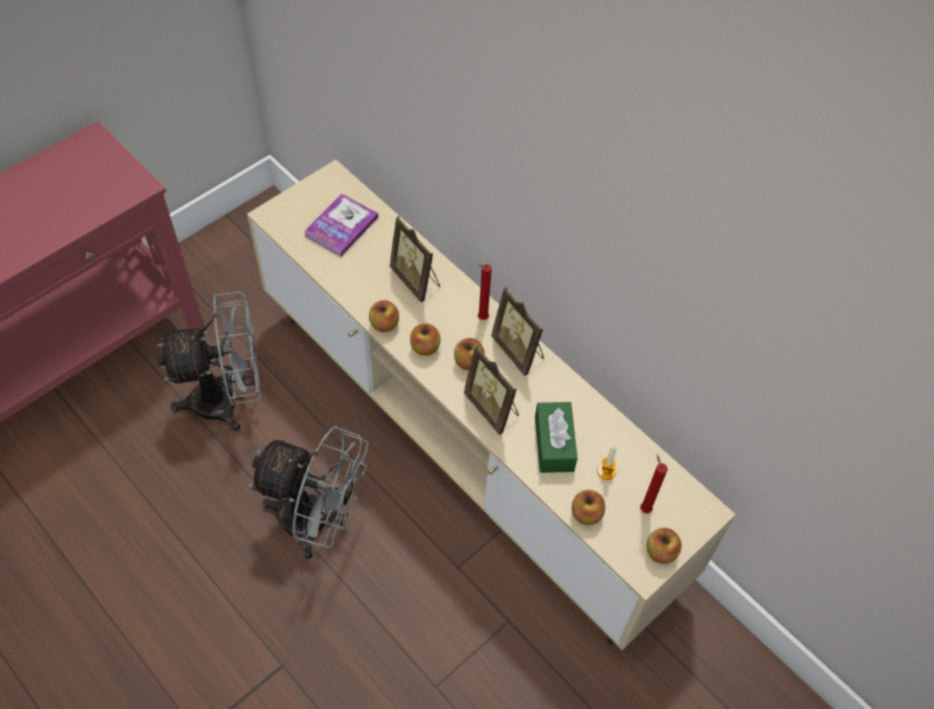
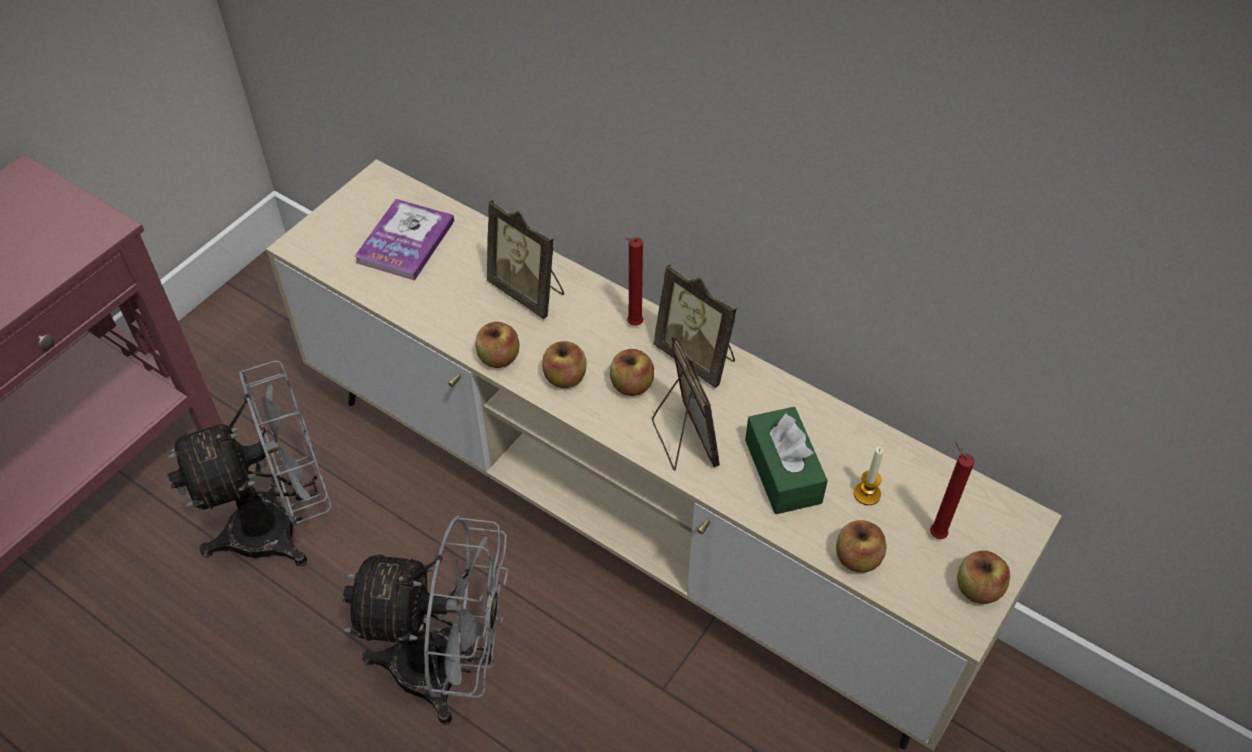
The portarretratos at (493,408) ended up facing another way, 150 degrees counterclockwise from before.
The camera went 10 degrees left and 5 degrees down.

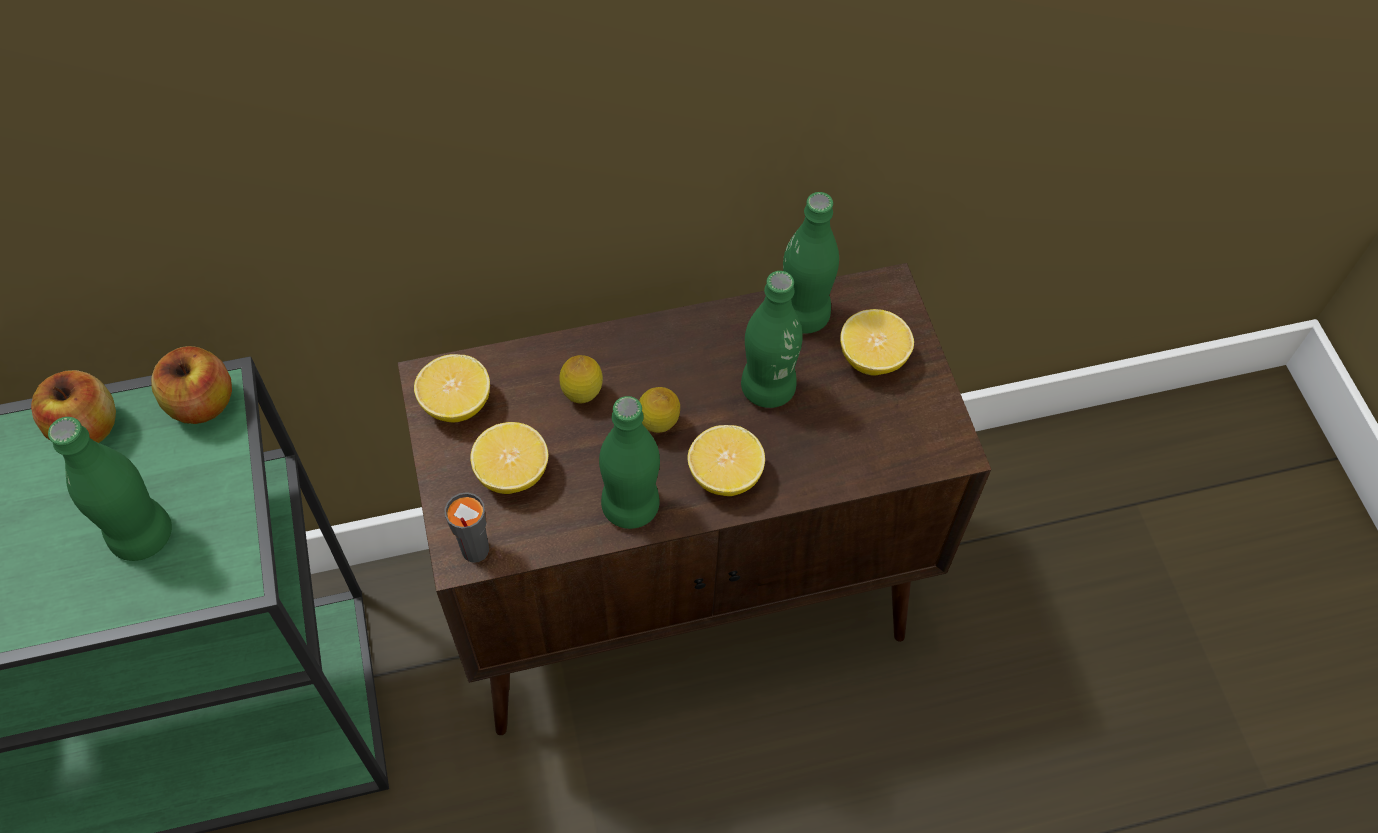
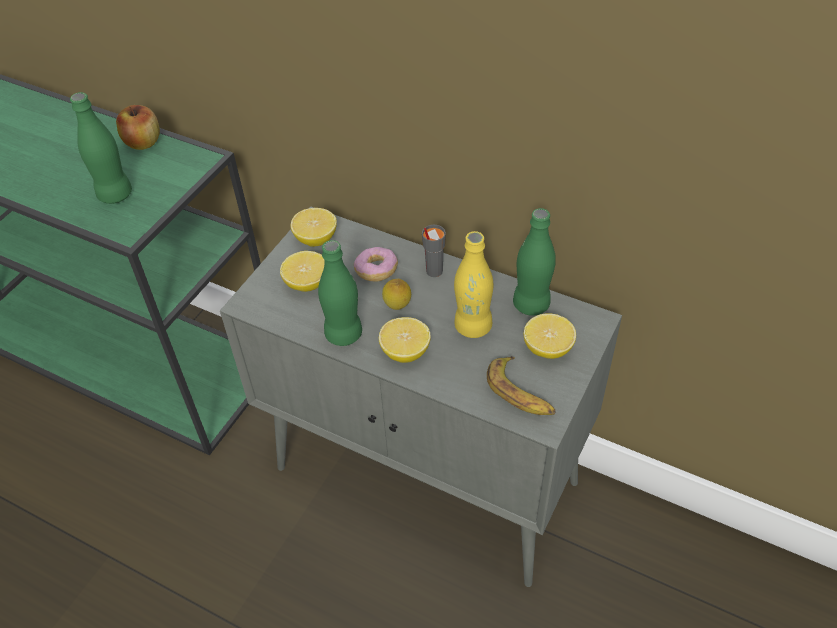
What was the armario (marrón) at (687,602) turned into the armario (gris) at (429,477).
Where the limón stood at (582,395), the rosquilla came to stand at (376,271).
The taza (gris) ended up elsewhere, having gone from (475,551) to (433,271).
What was the botella (verde) at (767,388) turned into the botella (amarillo) at (473,326).
The second view gained the plátano at (520,393).
The second view lost the manzana at (202,403).
The camera went 45 degrees right and 10 degrees down.

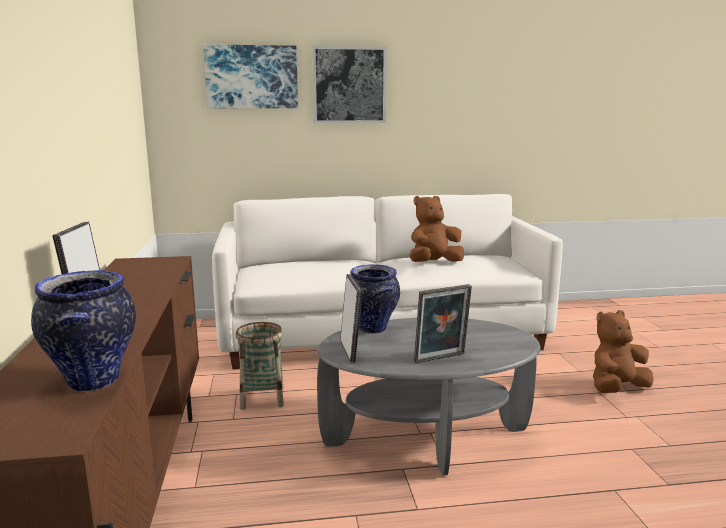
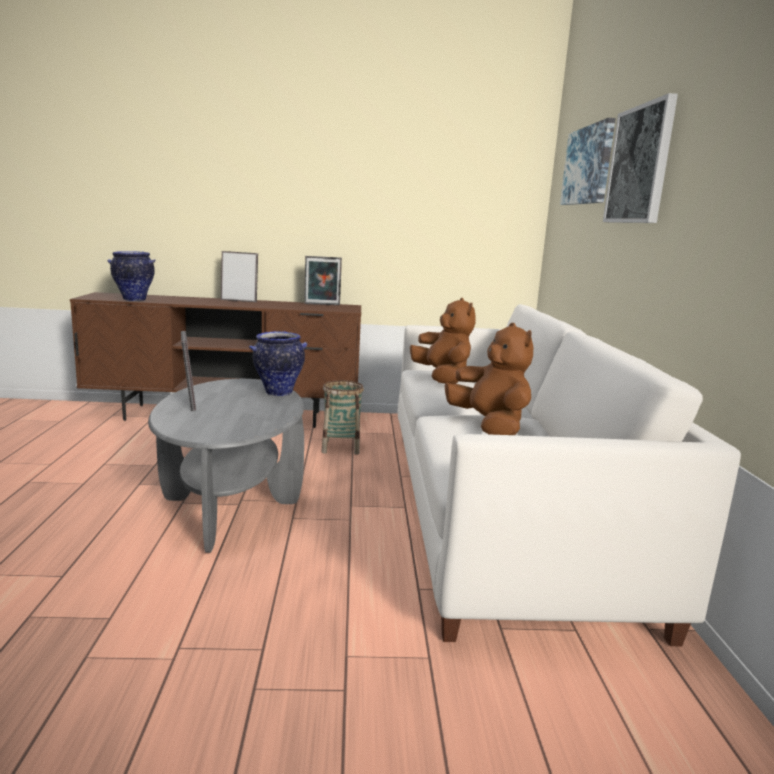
The portarretratos ended up elsewhere, having gone from (351,351) to (322,304).
The peluche (marrón) ended up elsewhere, having gone from (616,388) to (442,378).
The camera went 95 degrees right and 0 degrees up.

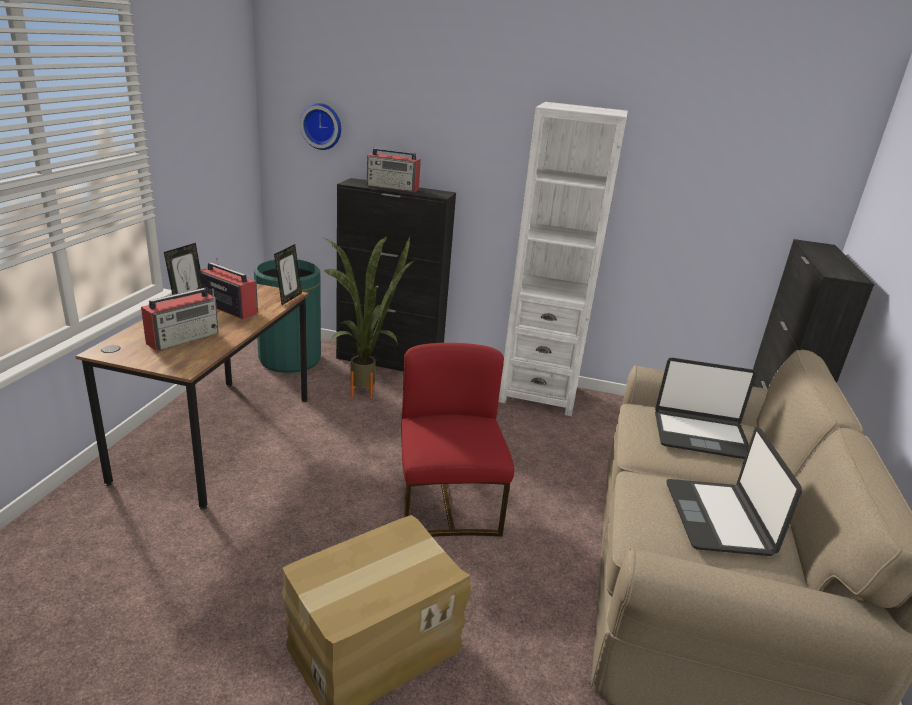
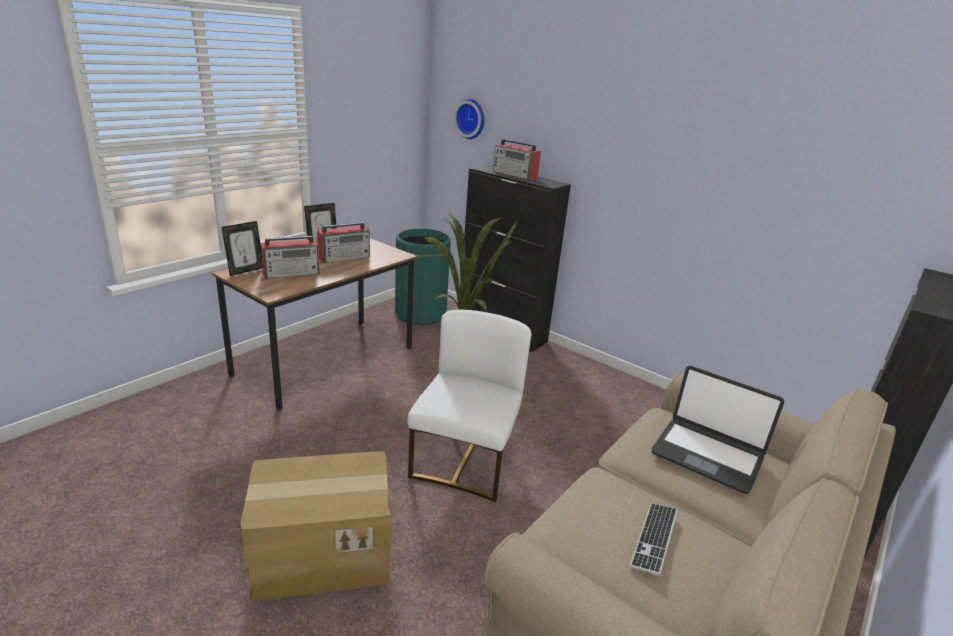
The portarretratos ended up elsewhere, having gone from (289,298) to (245,271).
The radio at (229,308) ended up facing another way, 90 degrees clockwise from before.
What was the silla (rojo) at (447,505) turned into the silla (blanco) at (465,461).
Where the portátil stood at (719,518), the teclado came to stand at (654,539).
The second view lost the estantería (blanco) at (538,394).
The camera went 25 degrees right and 0 degrees up.

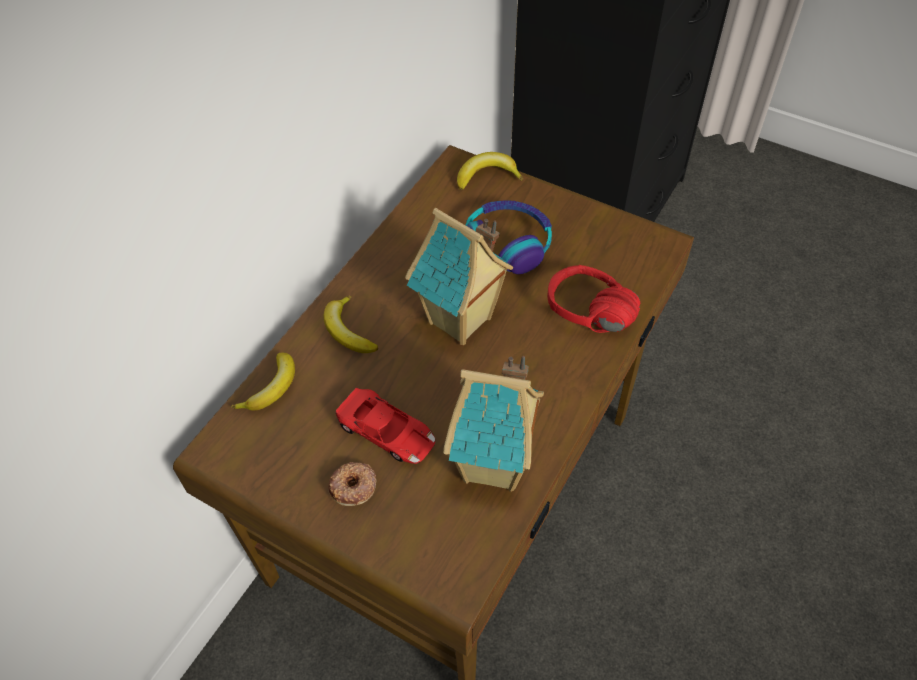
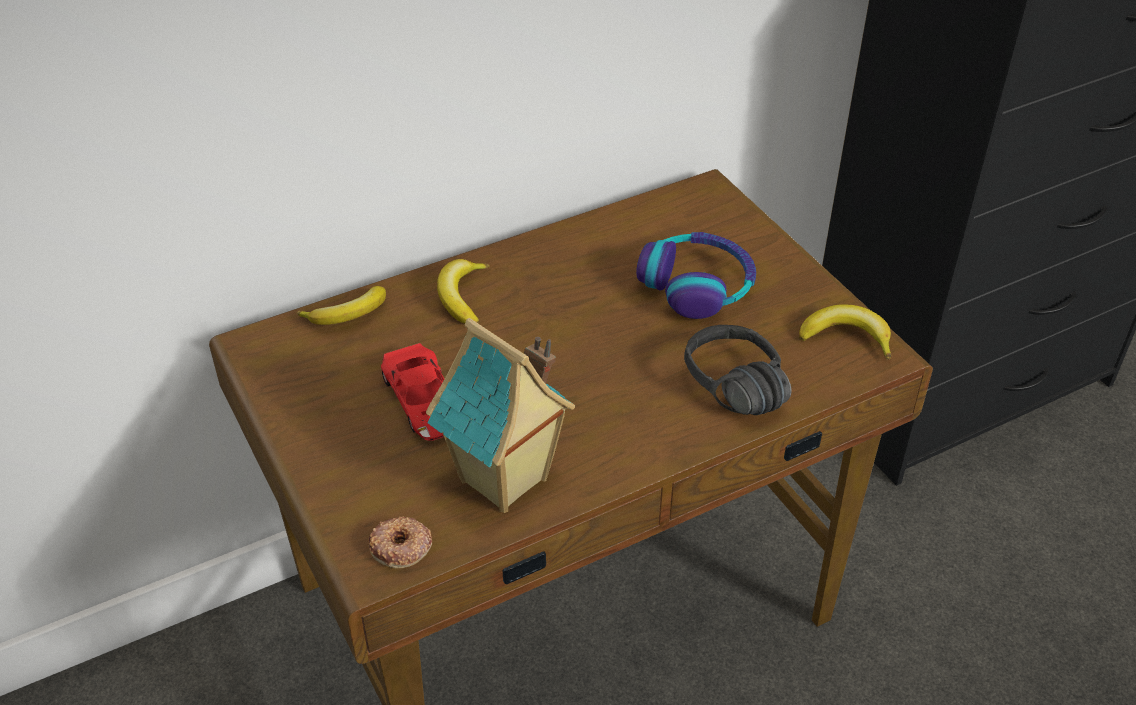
The rosquilla ended up elsewhere, having gone from (353,486) to (400,547).
What was the auriculares (rojo) at (584,321) turned into the auriculares (negro) at (721,393).
The plátano ended up elsewhere, having gone from (487,176) to (846,337).
The second view lost the casita at (461,322).
The camera went 30 degrees right and 10 degrees down.

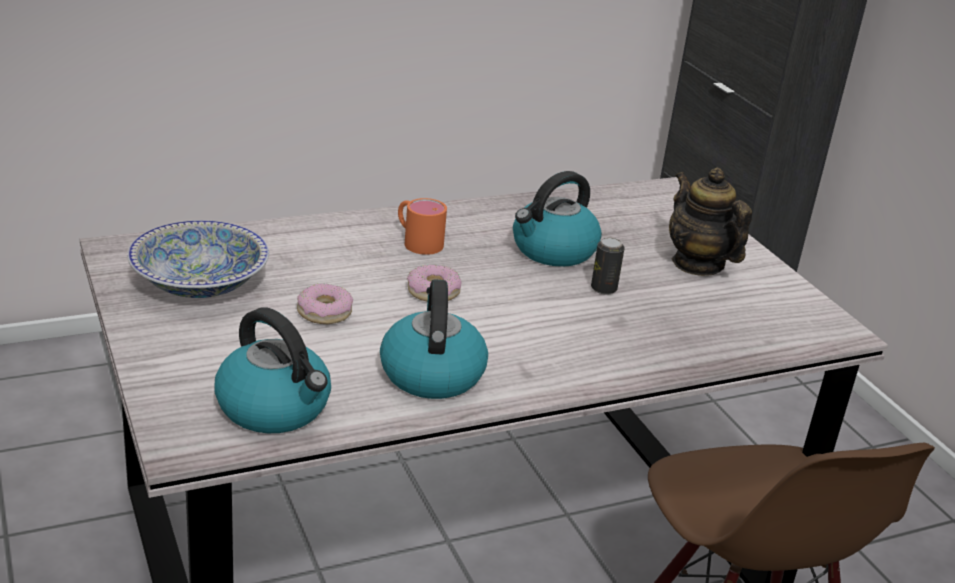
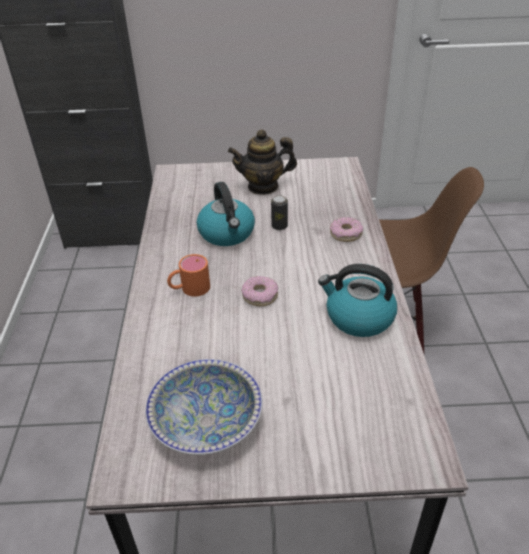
The rosquilla ended up elsewhere, having gone from (324,312) to (346,234).
The second view lost the hervidor at (275,408).
The camera went 65 degrees left and 10 degrees up.

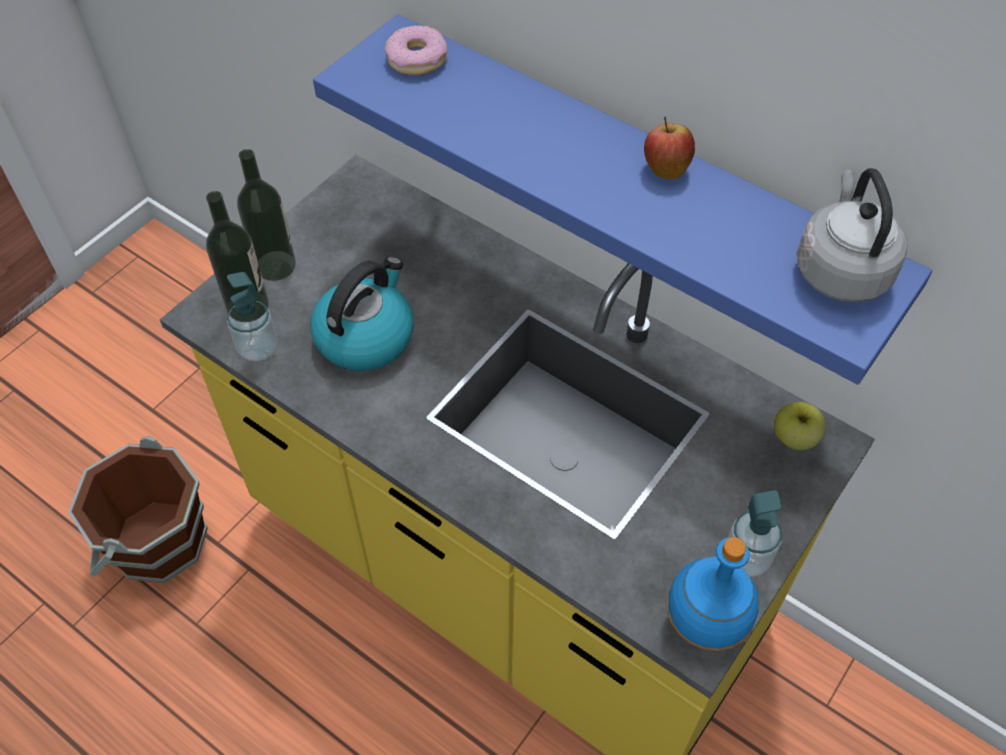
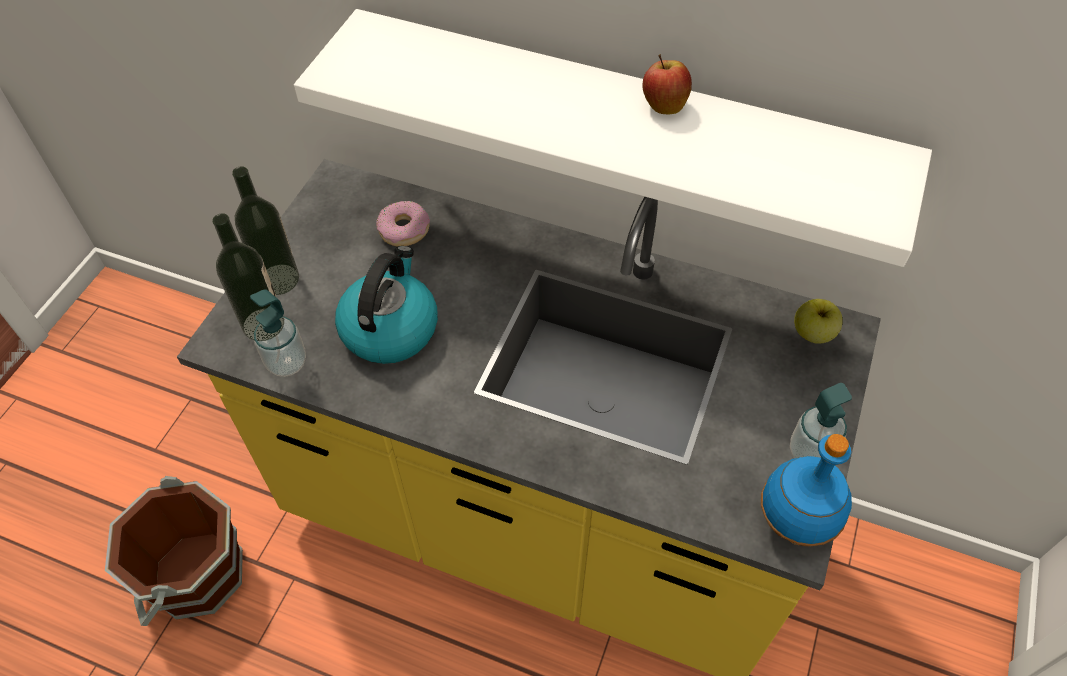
What was the estante (azul) at (631,176) turned into the estante (blanco) at (619,122).
The rosquilla ended up elsewhere, having gone from (417,59) to (404,229).
The second view lost the hervidor (gris) at (840,269).
The camera went 15 degrees left and 0 degrees up.

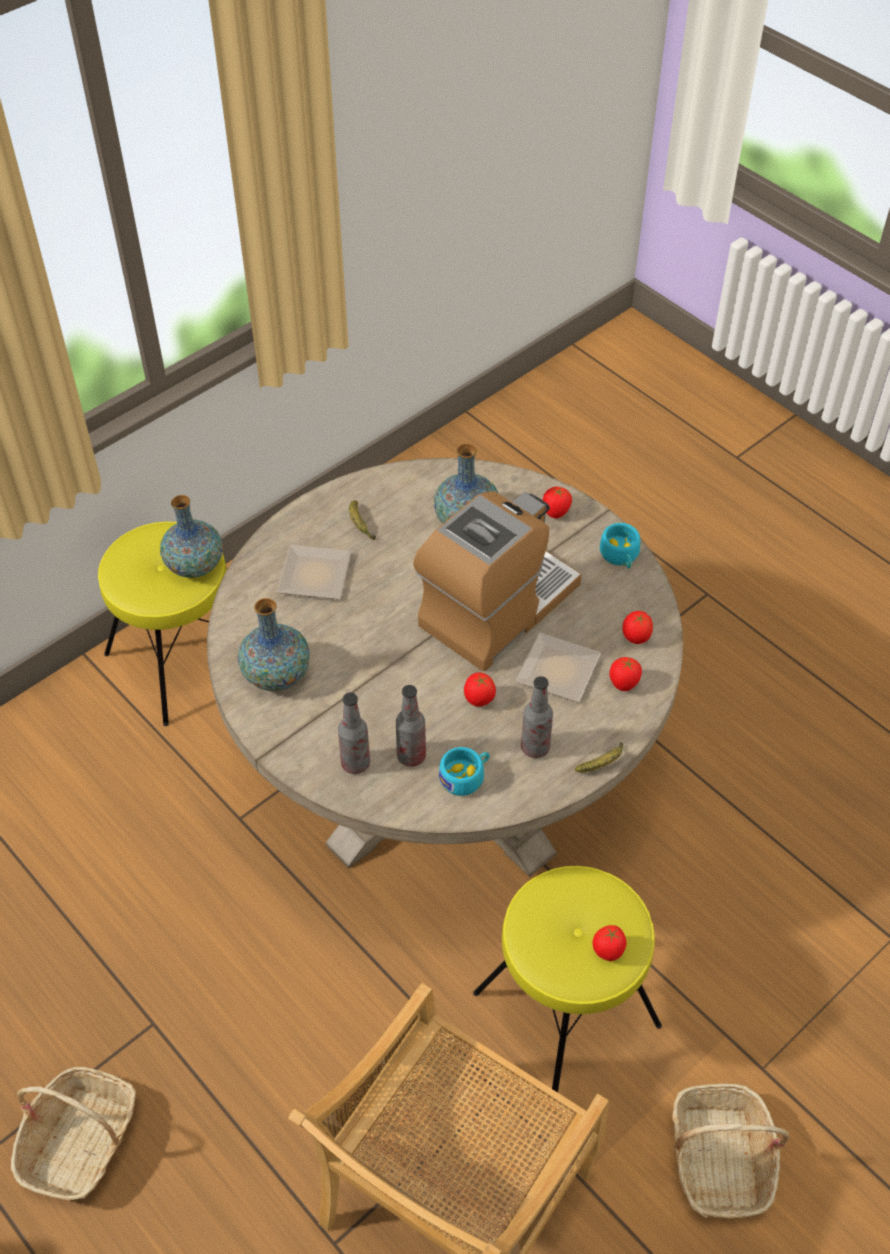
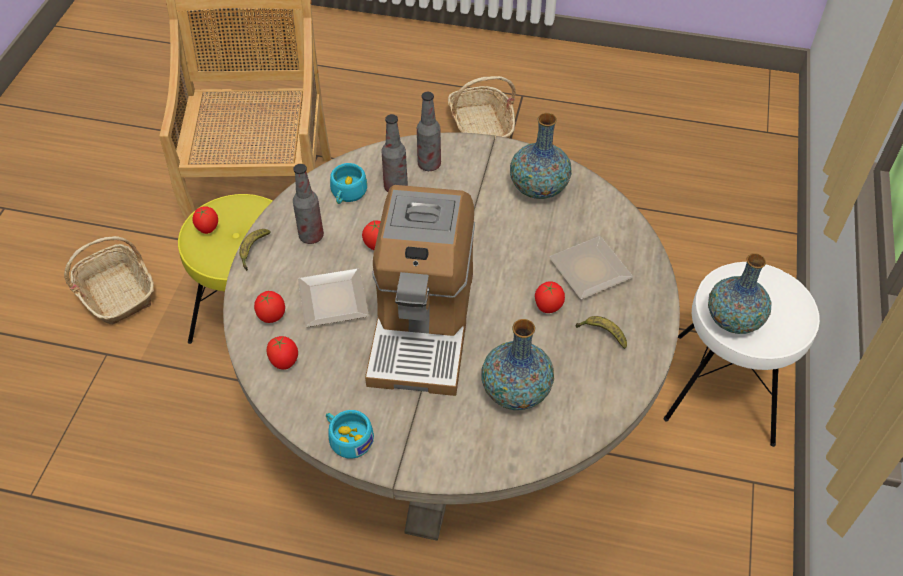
The tomate ended up elsewhere, having gone from (555,513) to (547,307).
What was the taburete (amarillo) at (183,659) turned into the taburete (blanco) at (725,389).
The camera went 145 degrees right and 0 degrees up.

